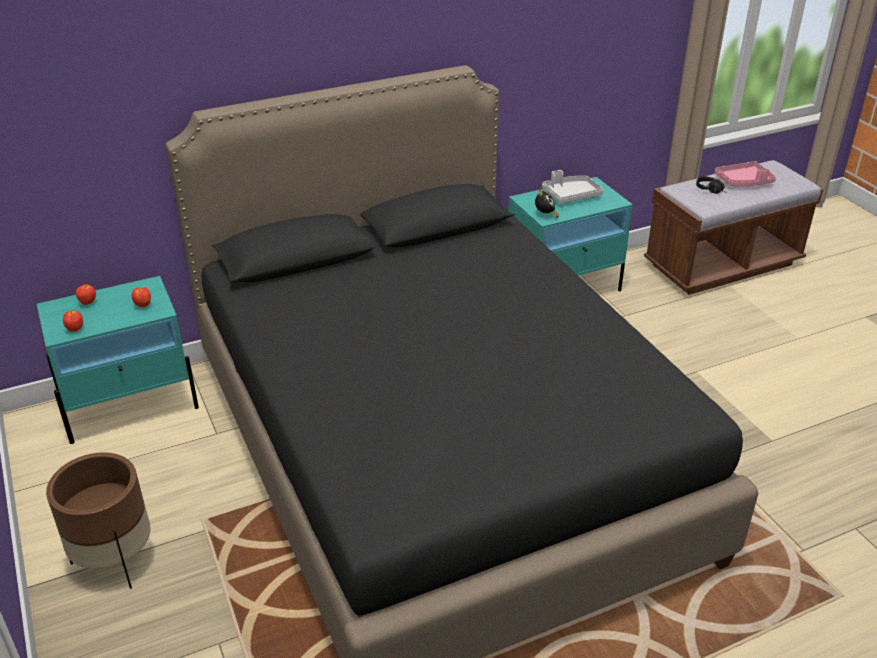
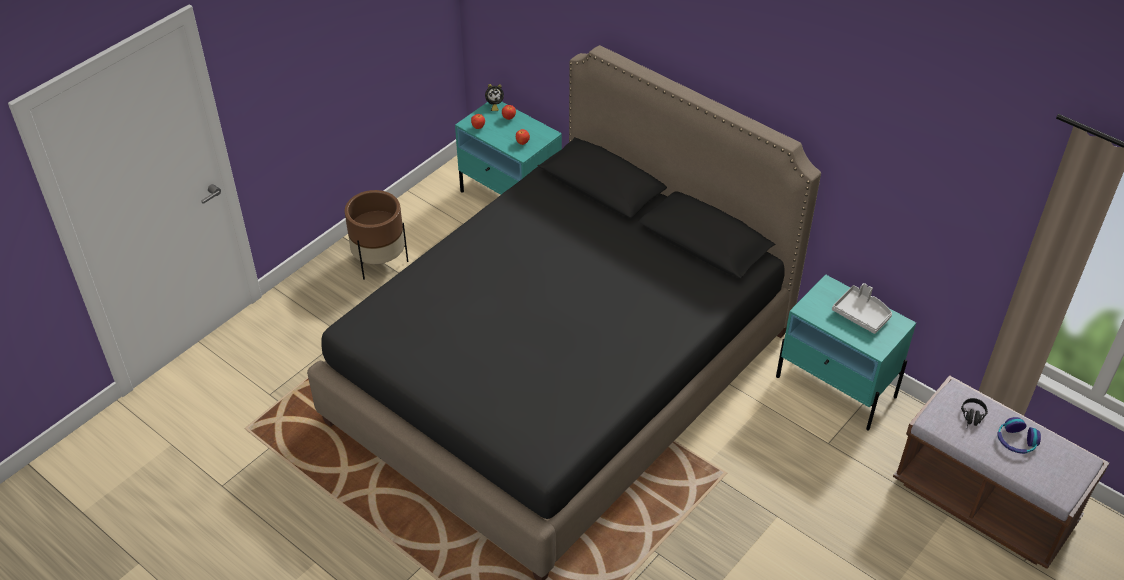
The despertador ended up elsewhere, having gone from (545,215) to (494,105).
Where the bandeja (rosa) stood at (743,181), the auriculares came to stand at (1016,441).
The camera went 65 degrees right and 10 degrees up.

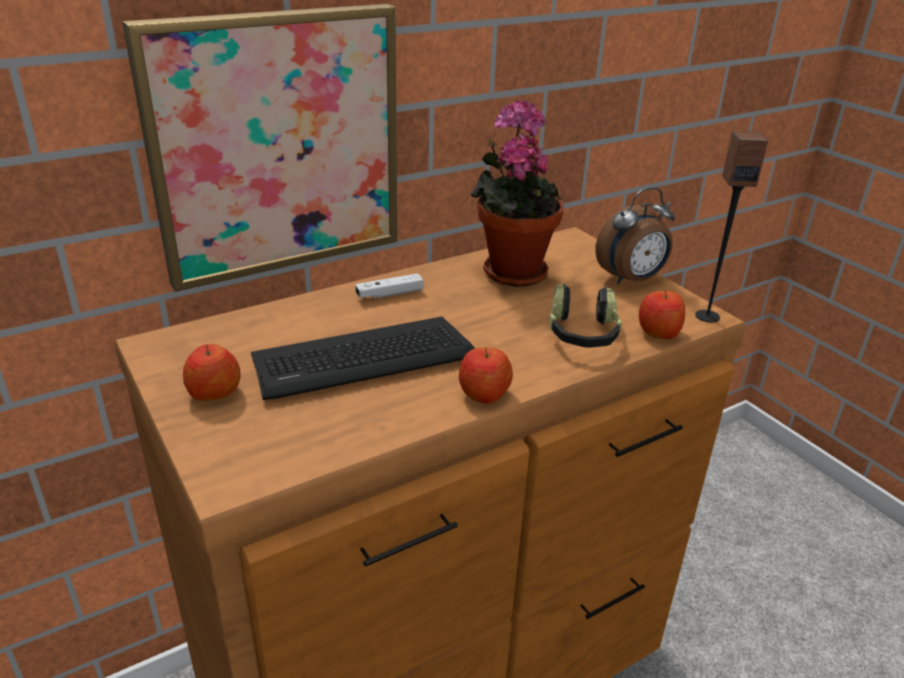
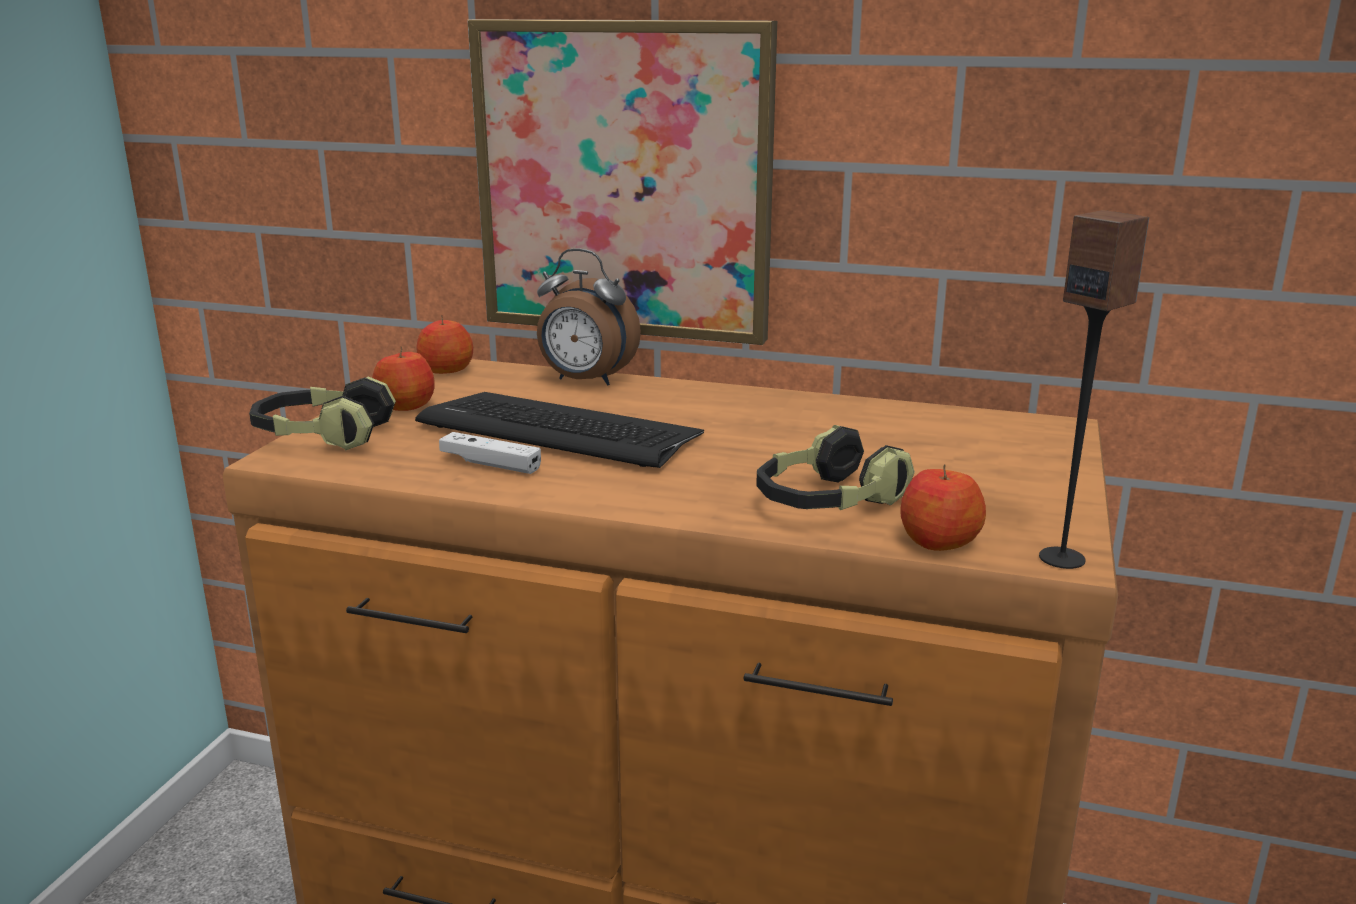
The second view gained the auriculares at (322,436).
The manzana ended up elsewhere, having gone from (484,393) to (446,370).
The mando de consola (blanco) ended up elsewhere, having gone from (389,294) to (490,464).
The despertador ended up elsewhere, having gone from (631,280) to (585,381).
The second view lost the planta en maceta at (511,270).
The camera went 50 degrees right and 10 degrees down.

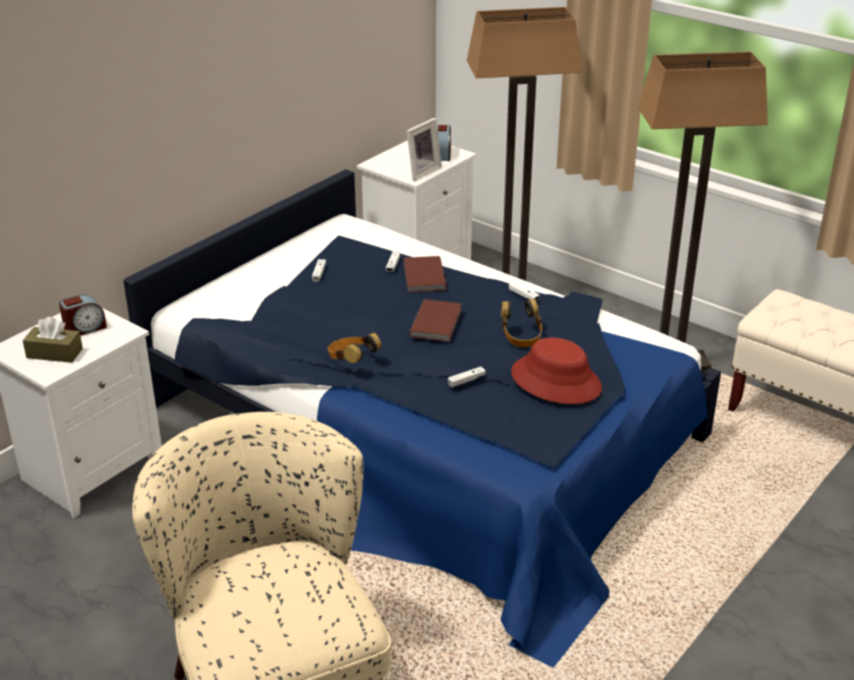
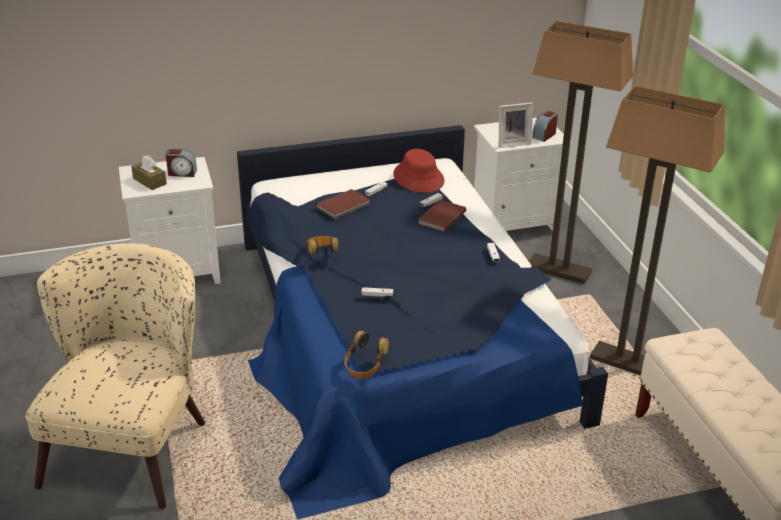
The libro (marrón) ended up elsewhere, having gone from (437,322) to (344,206).
The auriculares ended up elsewhere, having gone from (521,336) to (365,367).
The sombrero (rojo) ended up elsewhere, having gone from (556,380) to (419,178).
The camera went 35 degrees right and 0 degrees up.

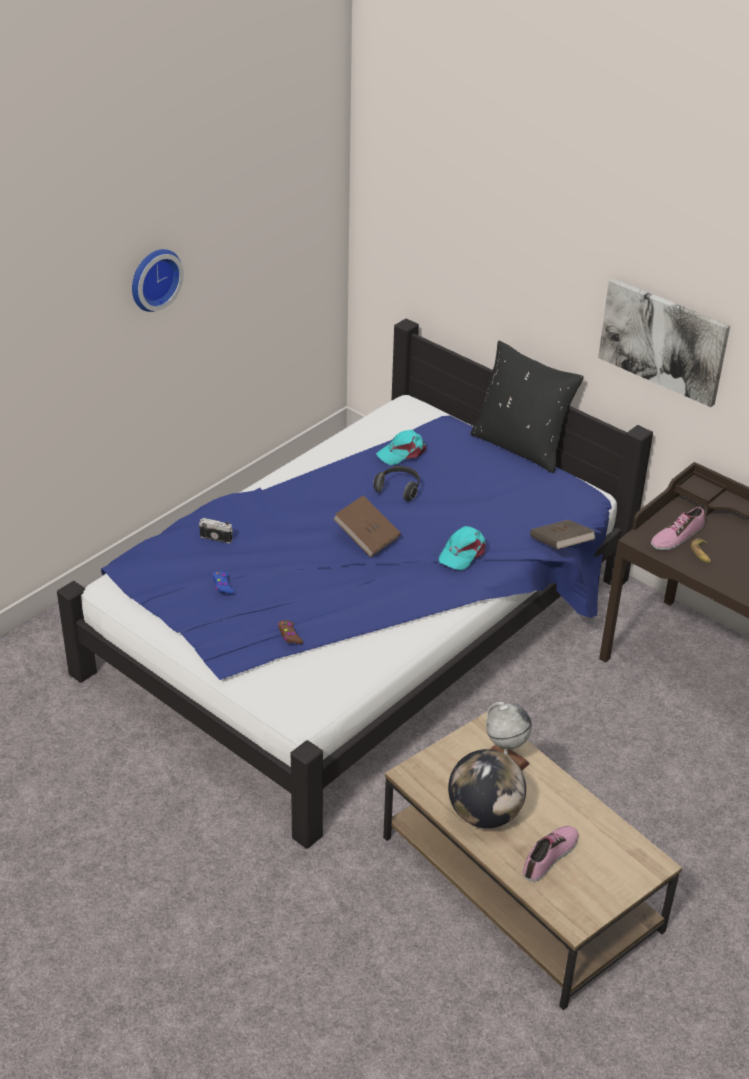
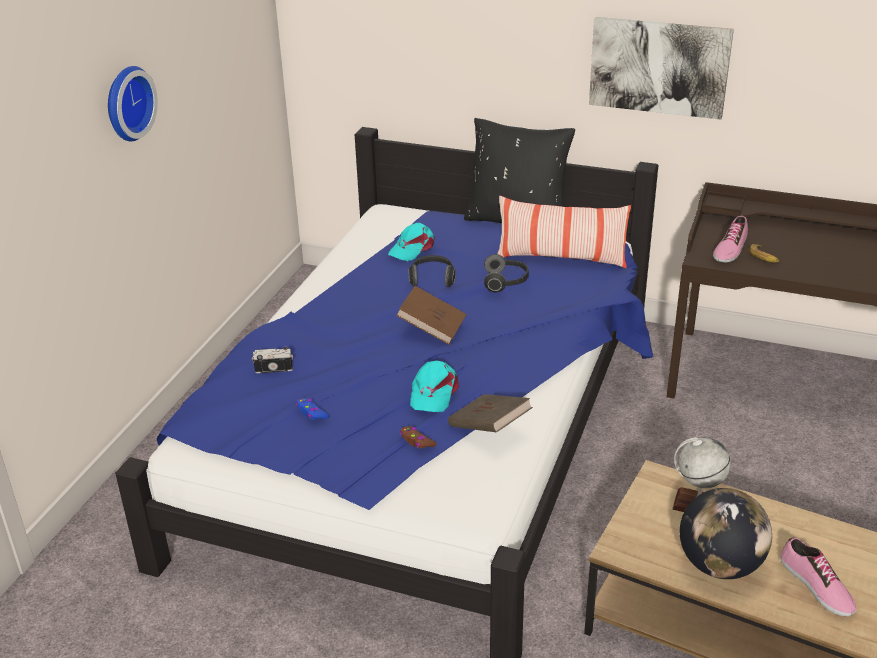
The gorra (turquesa) ended up elsewhere, having gone from (462,553) to (433,393).
The libro (marrón) ended up elsewhere, having gone from (560,546) to (489,427).
The second view gained the auriculares at (506,282).
The second view gained the cojín at (561,258).
The zapato at (550,856) ended up facing another way, 135 degrees clockwise from before.
The camera went 20 degrees left and 5 degrees down.

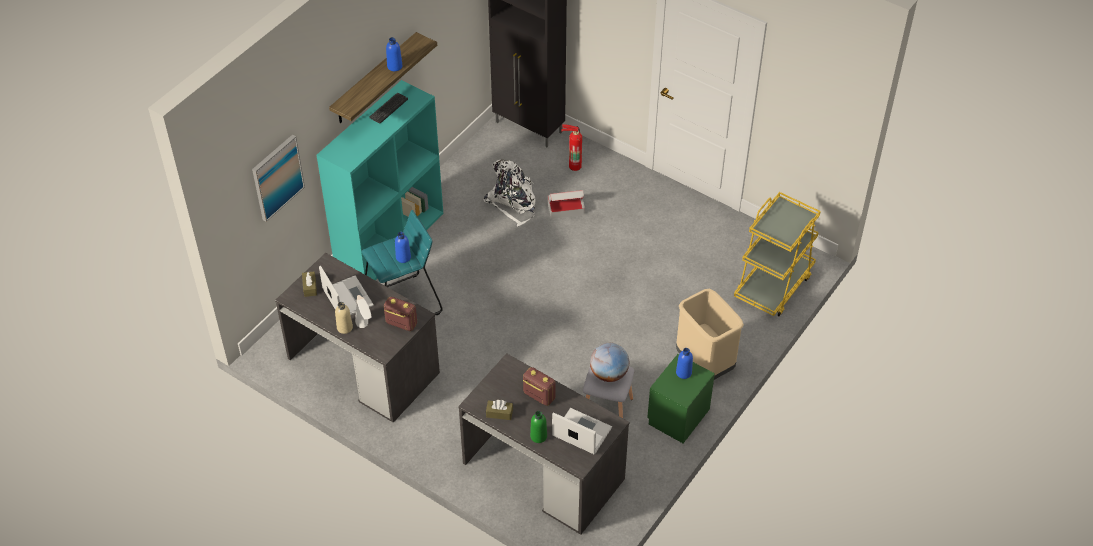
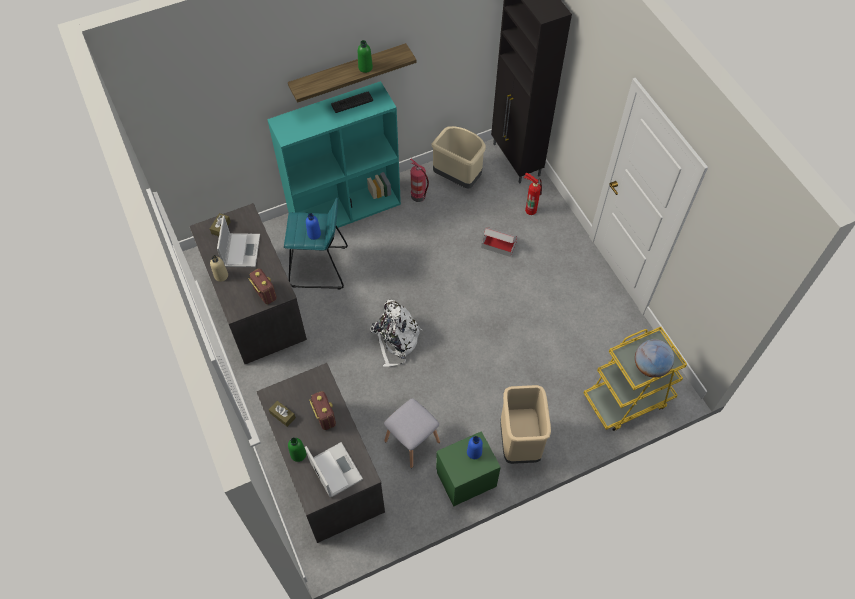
What was the botella (azul) at (394,66) turned into the botella (verde) at (365,67).
The mochila (blanco) ended up elsewhere, having gone from (513,203) to (396,340).
The second view gained the extintor at (419,196).
The second view gained the papelera (beis) at (458,177).
The globo terráqueo ended up elsewhere, having gone from (608,374) to (650,366).
The second view lost the cuadro at (277,177).
The second view lost the lámpara de mesa (blanco) at (366,335).
The camera went 30 degrees right and 10 degrees up.

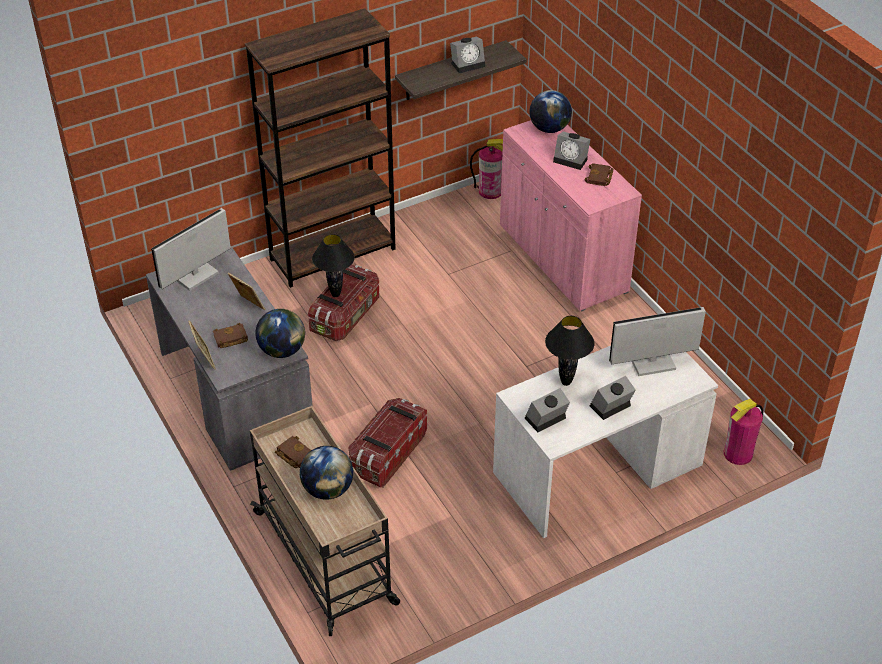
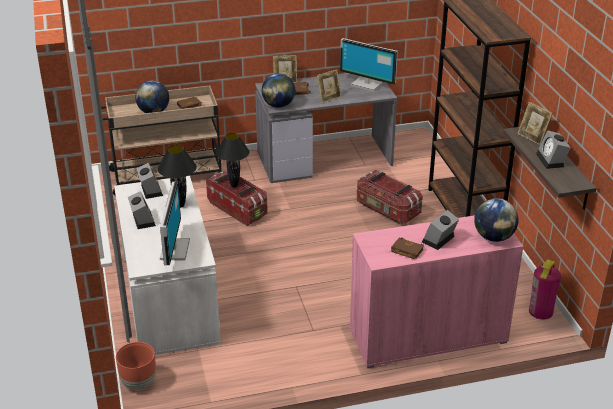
Where the extintor stood at (738,454), the maceta (marrón) came to stand at (138,382).
The lámpara de mesa (negro) ended up elsewhere, having gone from (336,294) to (234,185).
The monitor at (196,276) ended up facing another way, 150 degrees clockwise from before.
The second view gained the portarretratos at (532,138).
The camera went 105 degrees right and 10 degrees down.

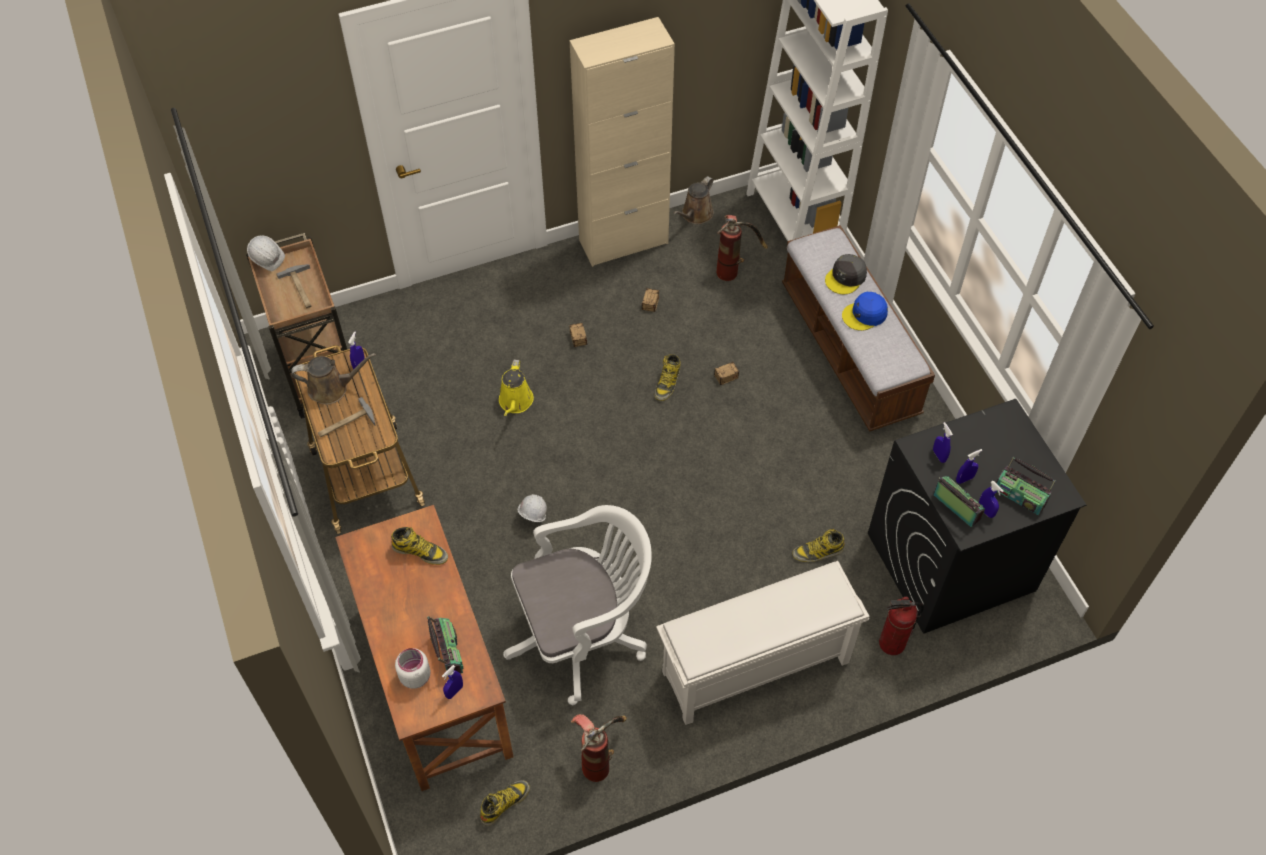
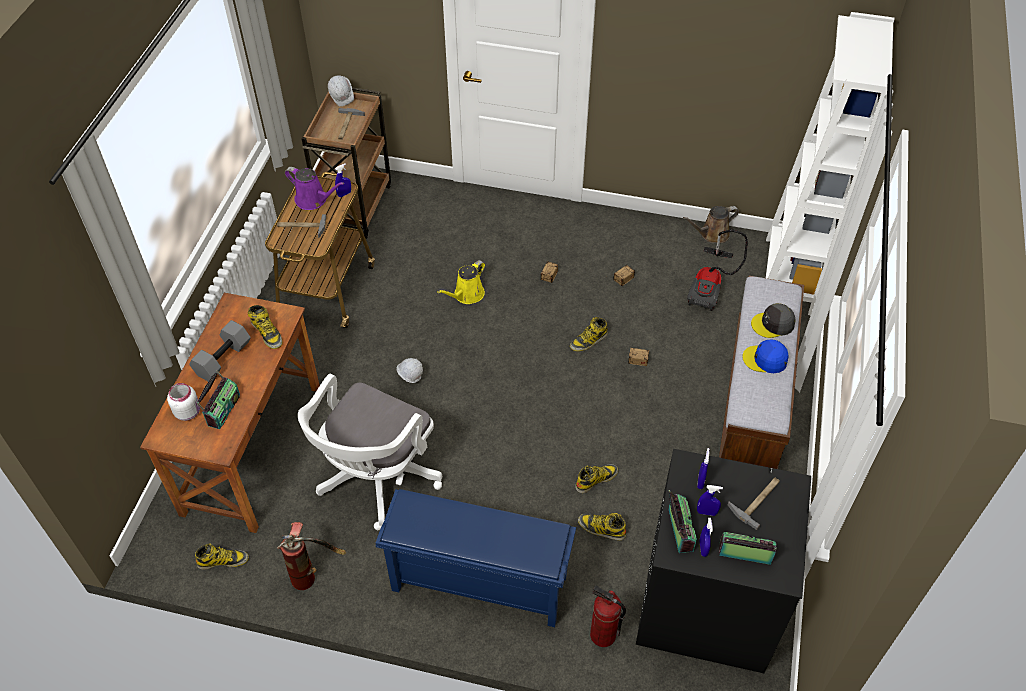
The second view gained the mancuerna (gris) at (222,358).
What was the regadera (marrón) at (332,388) turned into the regadera (morado) at (313,200).
The silla de oficina (blanco) at (583,634) ended up facing another way, 105 degrees clockwise from before.
What was the zapatero (blanco) at (754,669) turned into the zapatero (azul) at (477,584).
The second view gained the bota at (596,479).
Where the extintor stood at (734,268), the aspiradora came to stand at (710,286).
The radio at (1020,496) ended up facing another way, 120 degrees clockwise from before.
The second view gained the martillo at (757,499).
The second view lost the pulverizador (azul) at (454,691).
The second view lost the armario (beis) at (623,242).
The camera went 35 degrees right and 5 degrees down.

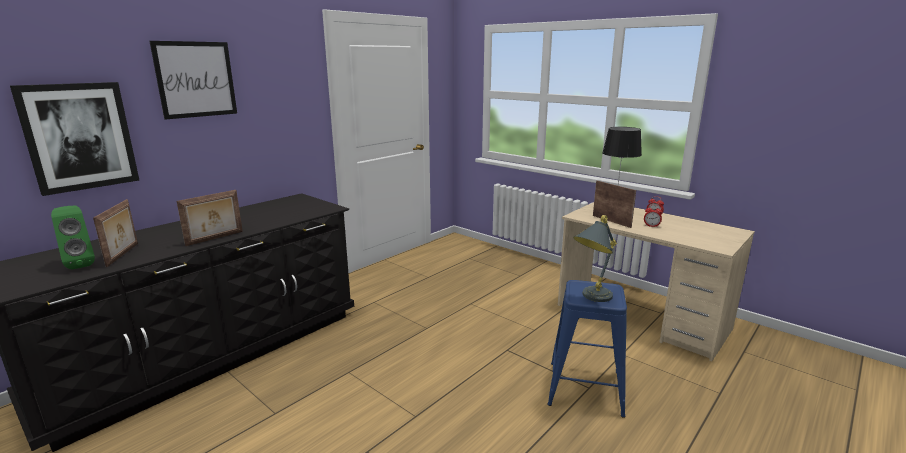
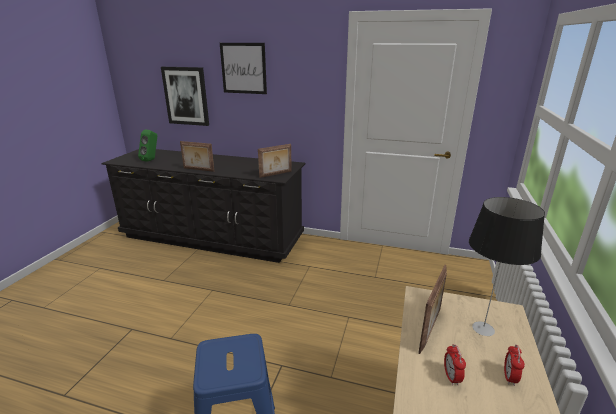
The portarretratos ended up elsewhere, having gone from (124,254) to (276,174).
The second view lost the lámpara de mesa (gris) at (590,298).
The camera went 65 degrees right and 5 degrees up.

